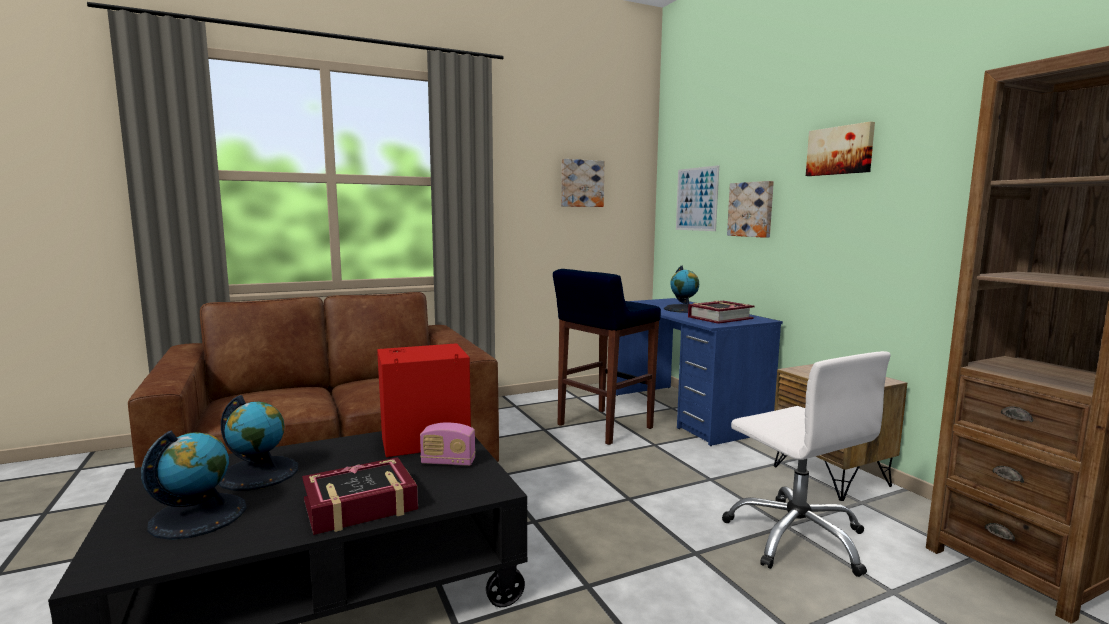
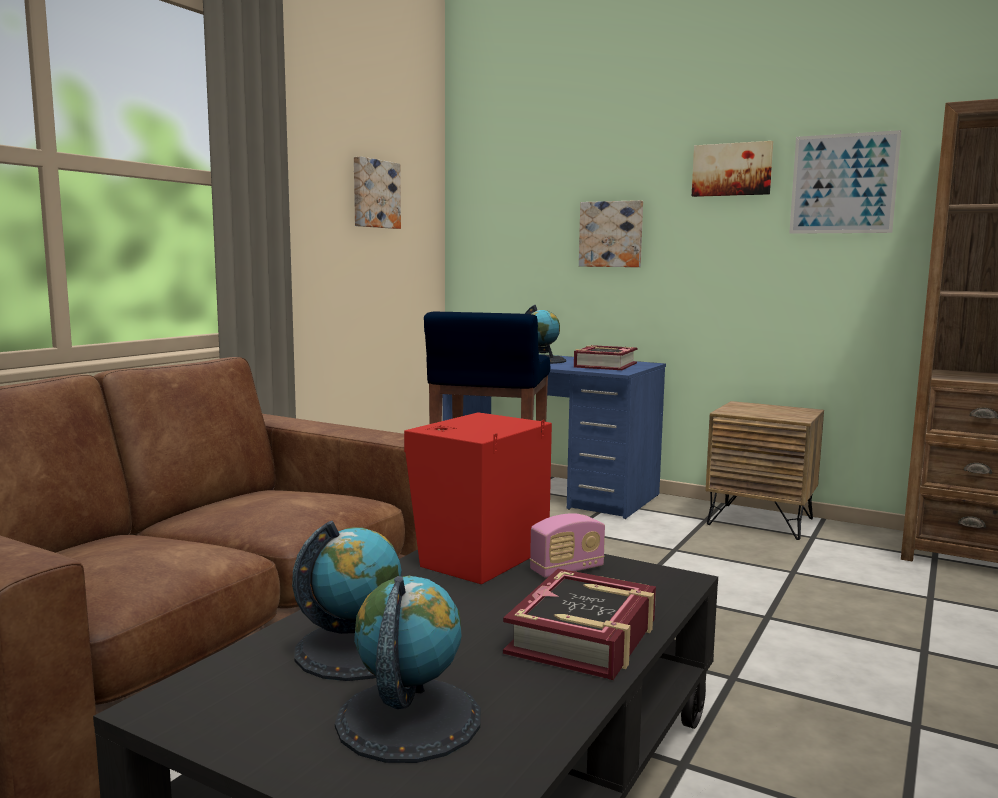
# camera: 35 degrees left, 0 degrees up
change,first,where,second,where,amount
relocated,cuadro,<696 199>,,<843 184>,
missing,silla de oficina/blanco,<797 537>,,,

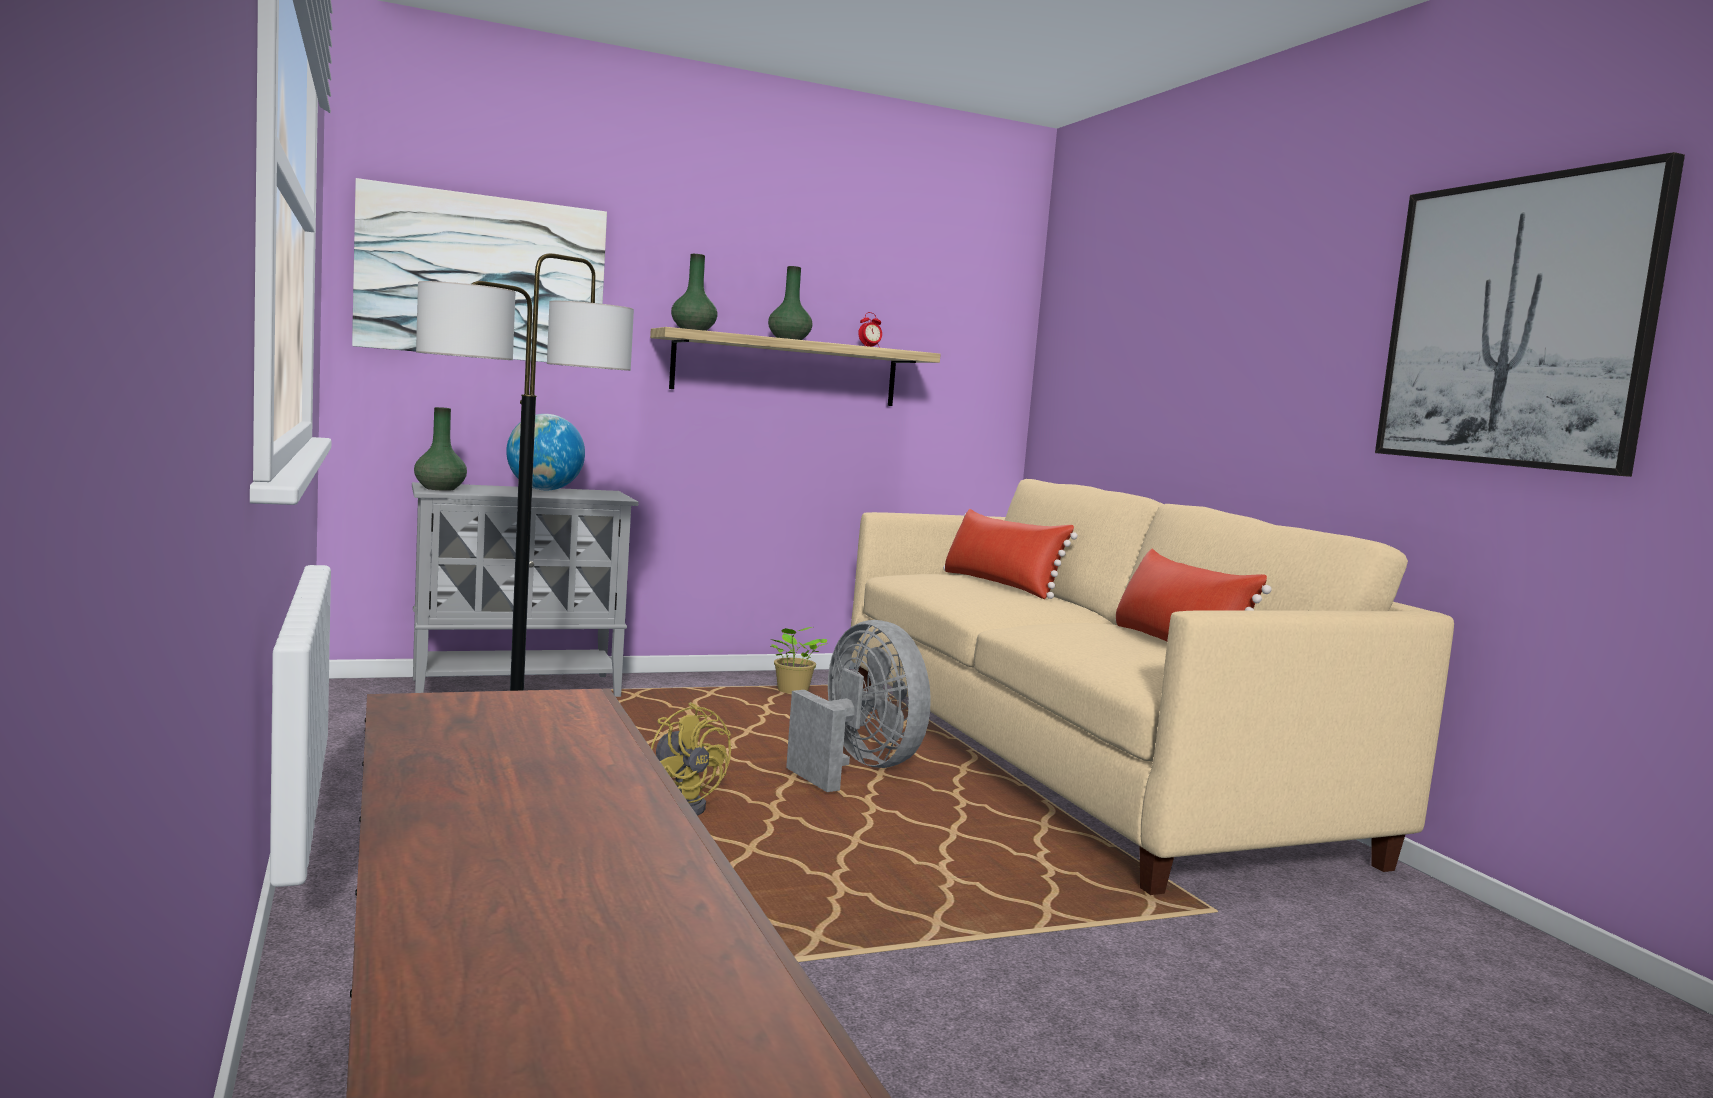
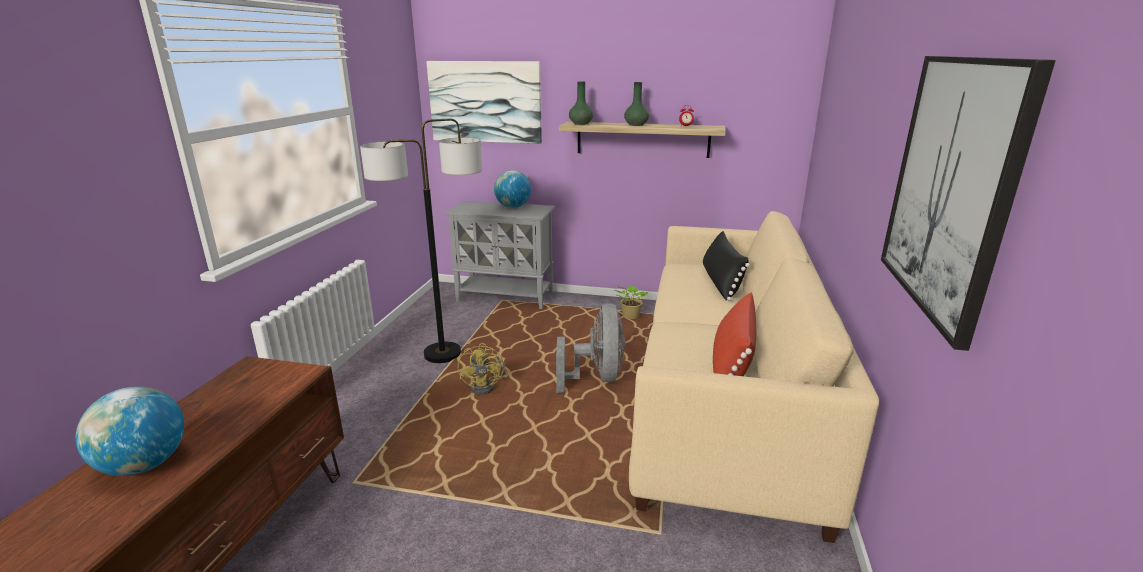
# camera: 35 degrees right, 15 degrees up
change,first,where,second,where,amount
missing,florero/verde,<439 489>,,,
colour,cojín/rojo,<1000 585>,cojín/negro,<721 282>,
appeared,,,globo terráqueo,<144 465>,

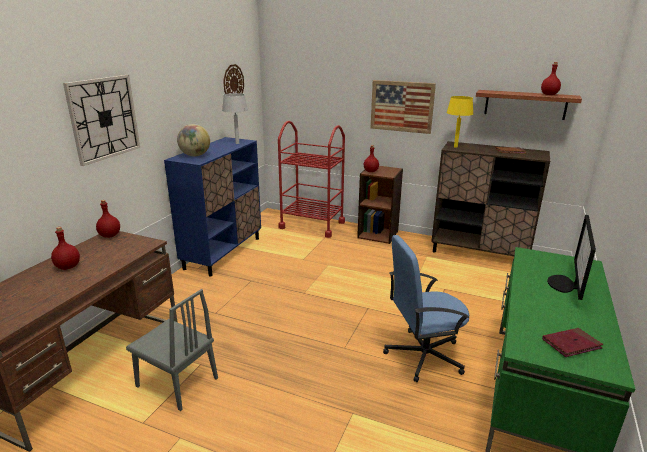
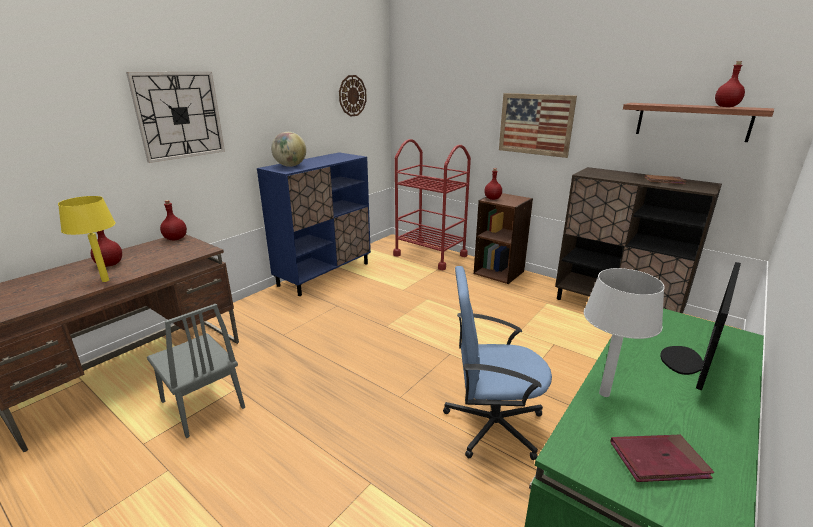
# camera: 15 degrees right, 0 degrees up
change,first,where,second,where,amount
relocated,lámpara de mesa/gris,<237 143>,,<604 394>,
relocated,lámpara de mesa/amarillo,<455 147>,,<106 280>,

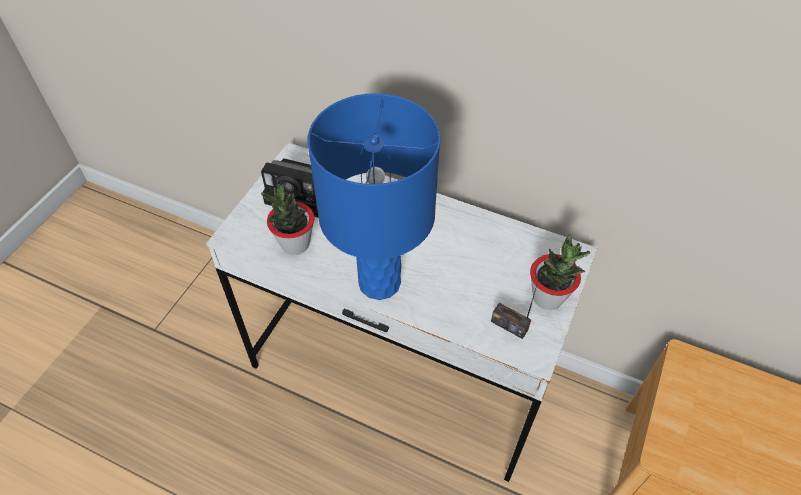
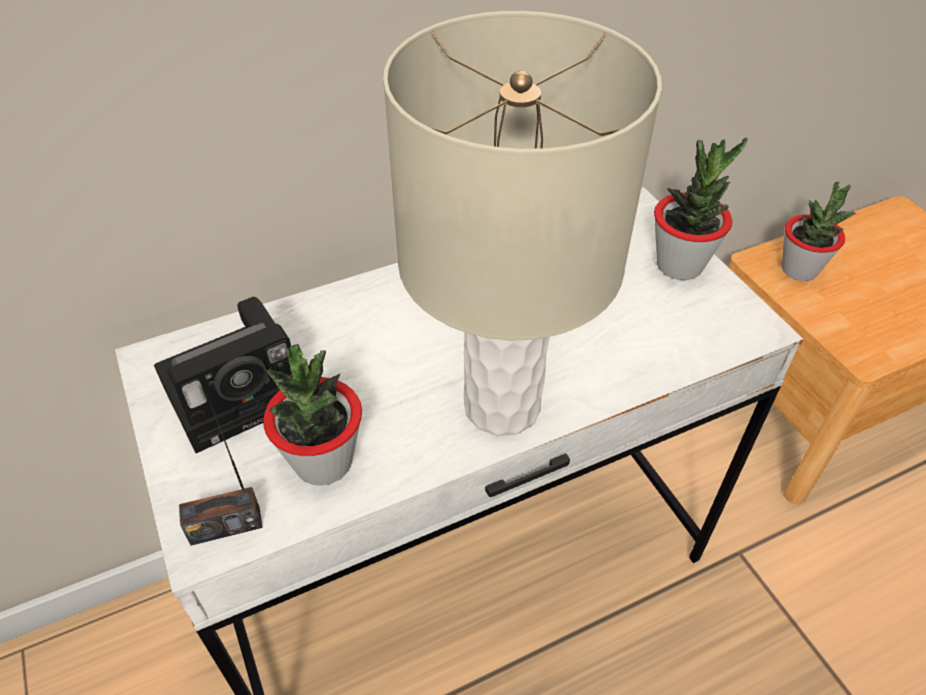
# camera: 50 degrees left, 5 degrees down
change,first,where,second,where,amount
colour,lámpara de mesa/azul,<380 282>,lámpara de mesa/beis,<502 404>,
relocated,radio,<509 325>,,<225 525>,
appeared,,,planta en maceta,<799 270>,

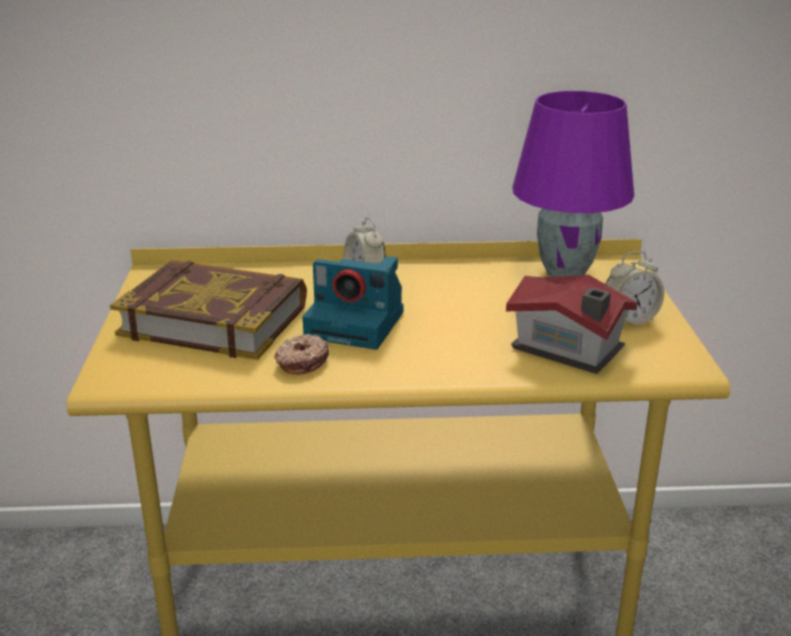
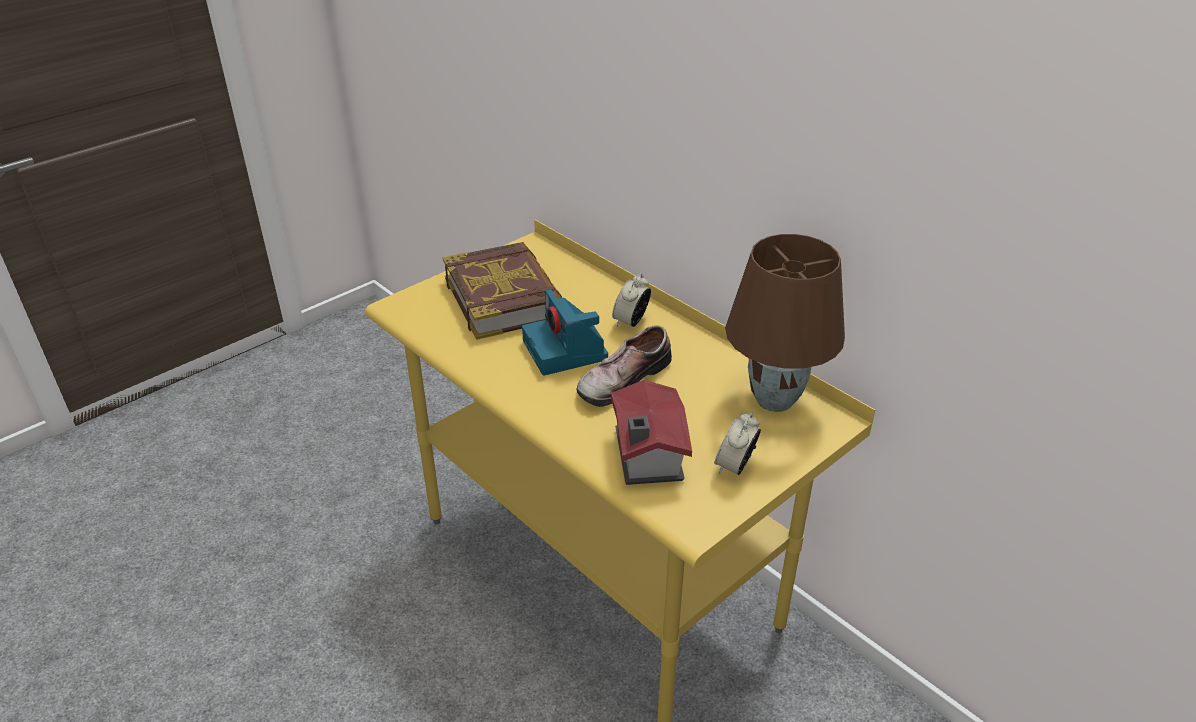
# camera: 50 degrees right, 10 degrees up
change,first,where,second,where,amount
missing,rosquilla,<301 362>,,,
colour,lámpara de mesa/morado,<565 272>,lámpara de mesa/marrón,<776 400>,
spun,despertador,<630 320>,,<735 466>,90 degrees clockwise
appeared,,,zapato,<621 378>,

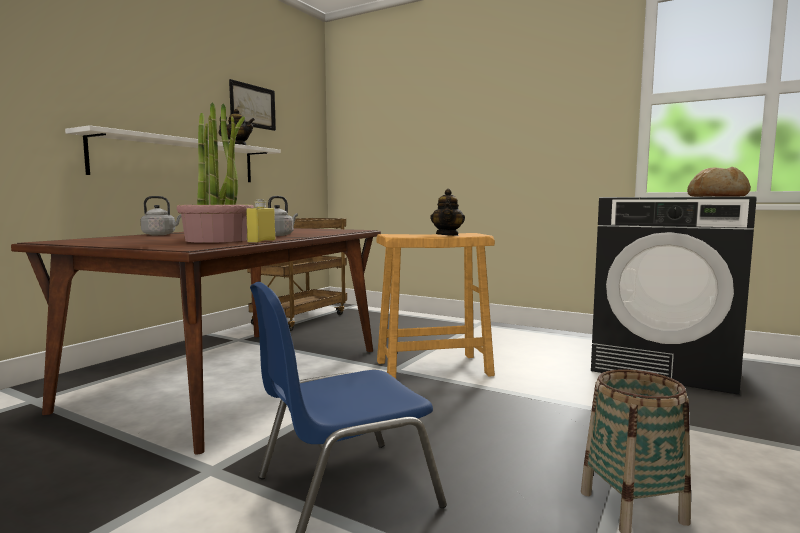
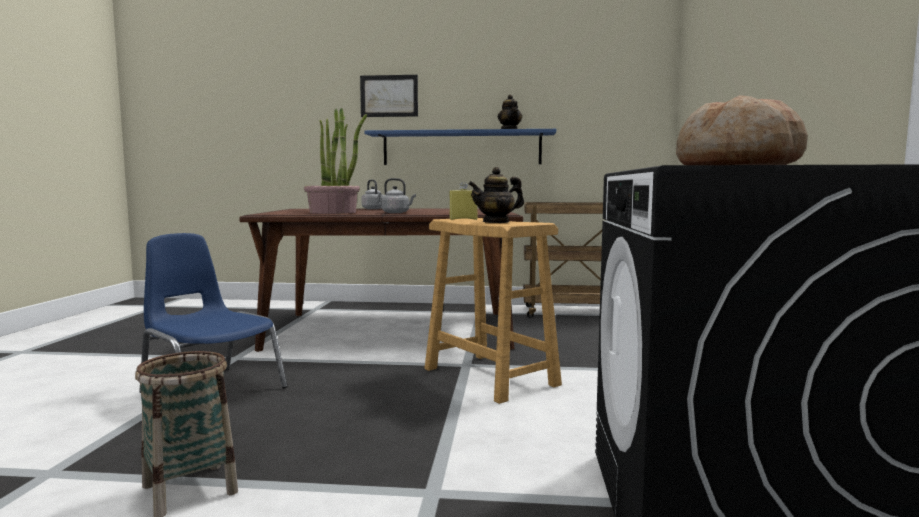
# camera: 65 degrees right, 0 degrees up
change,first,where,second,where,amount
colour,estante/blanco,<179 160>,estante/azul,<461 148>,
relocated,cuadro,<253 106>,,<389 96>,
relocated,botella/amarillo,<261 241>,,<463 219>,

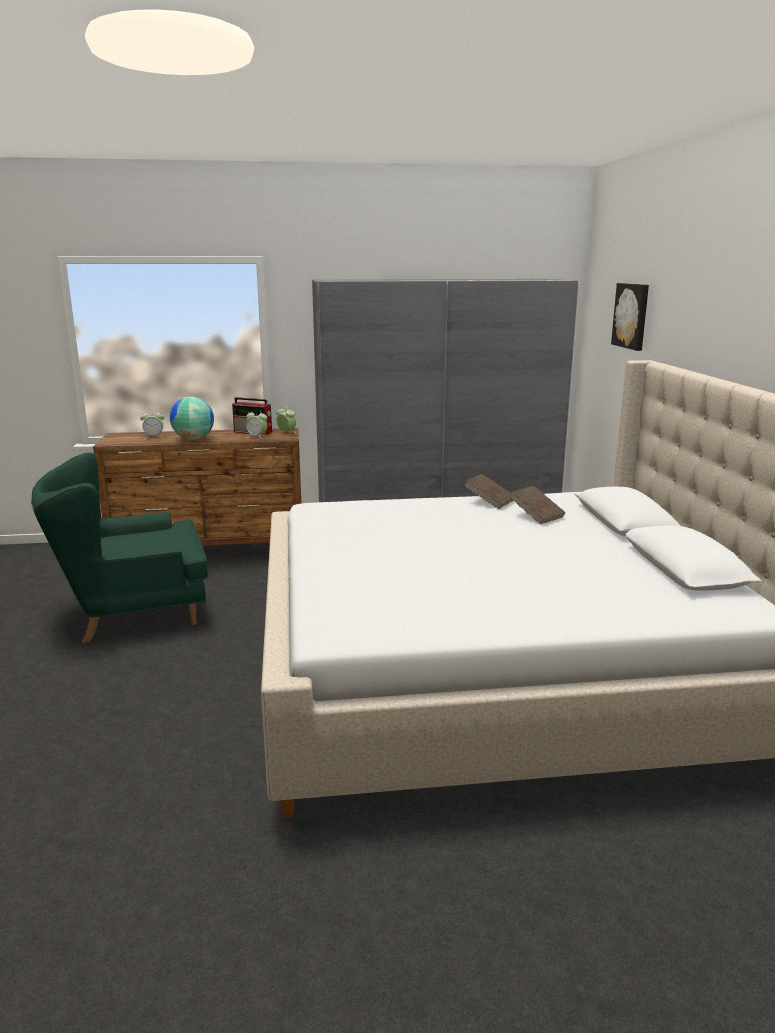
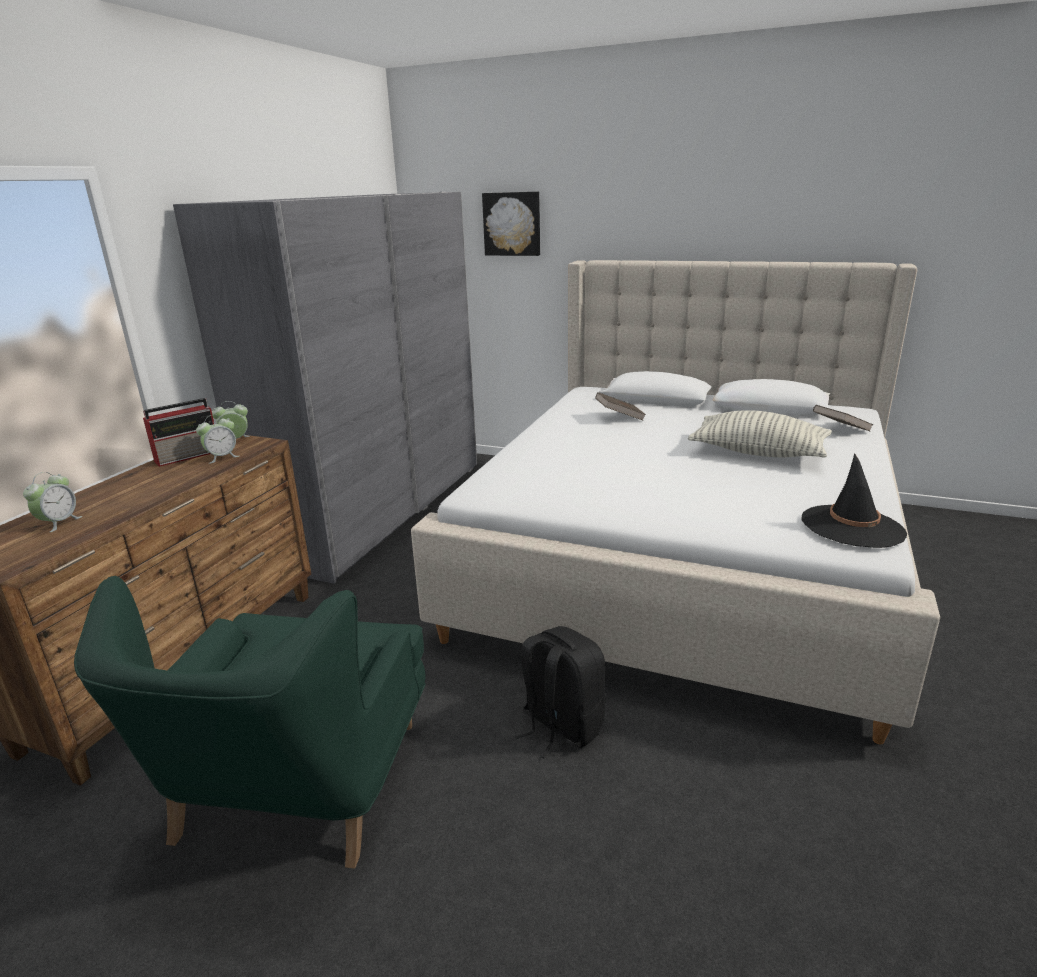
# camera: 60 degrees left, 5 degrees up
change,first,where,second,where,amount
missing,globo terráqueo,<193 439>,,,
relocated,libro/marrón,<489 502>,,<840 430>,
appeared,,,mochila/negro,<560 726>,
appeared,,,cojín,<758 453>,
appeared,,,sombrero/negro,<852 527>,

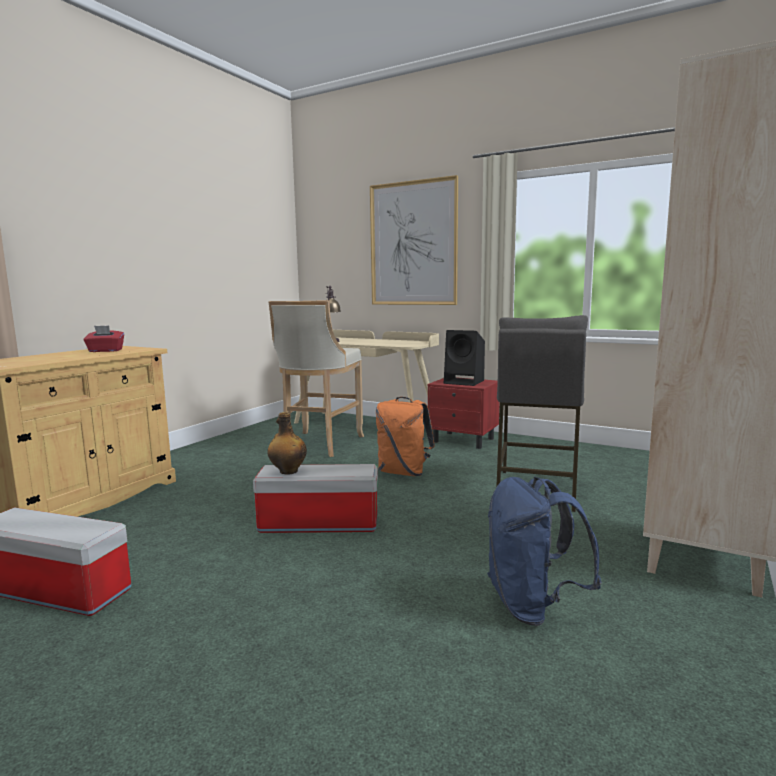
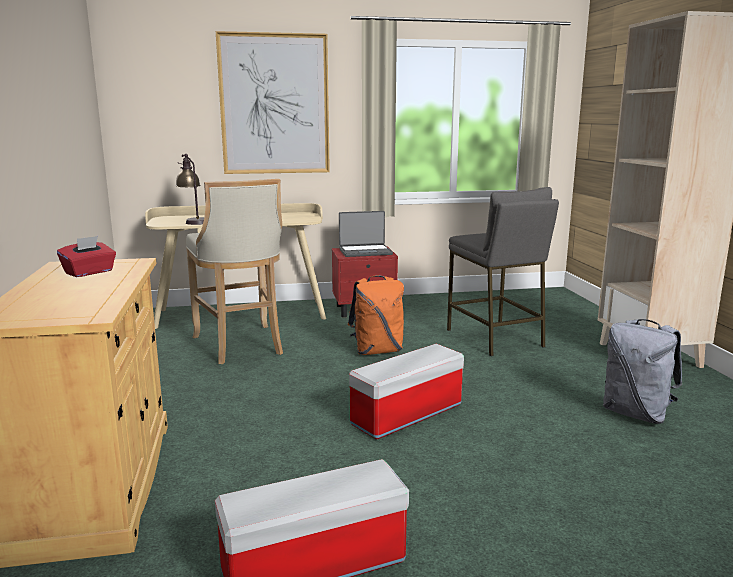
# camera: 40 degrees left, 5 degrees up
change,first,where,second,where,amount
missing,botella,<288 471>,,,
exchanged,altavoz/negro,<465 382>,portátil,<365 252>,
colour,mochila/azul,<533 606>,mochila/gris,<636 414>,

